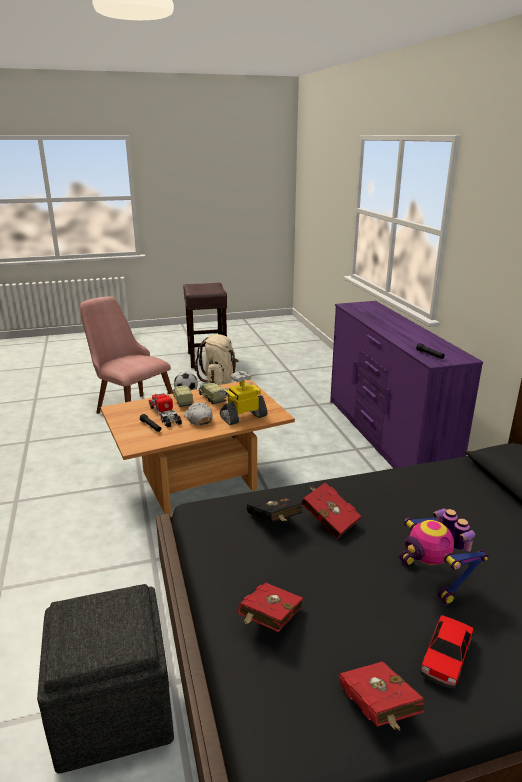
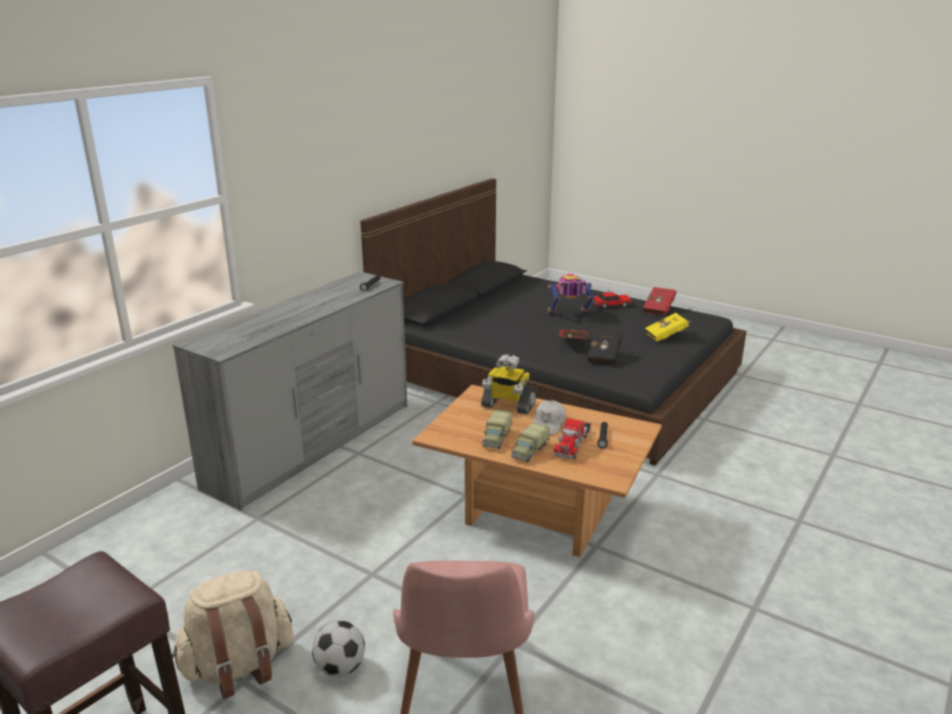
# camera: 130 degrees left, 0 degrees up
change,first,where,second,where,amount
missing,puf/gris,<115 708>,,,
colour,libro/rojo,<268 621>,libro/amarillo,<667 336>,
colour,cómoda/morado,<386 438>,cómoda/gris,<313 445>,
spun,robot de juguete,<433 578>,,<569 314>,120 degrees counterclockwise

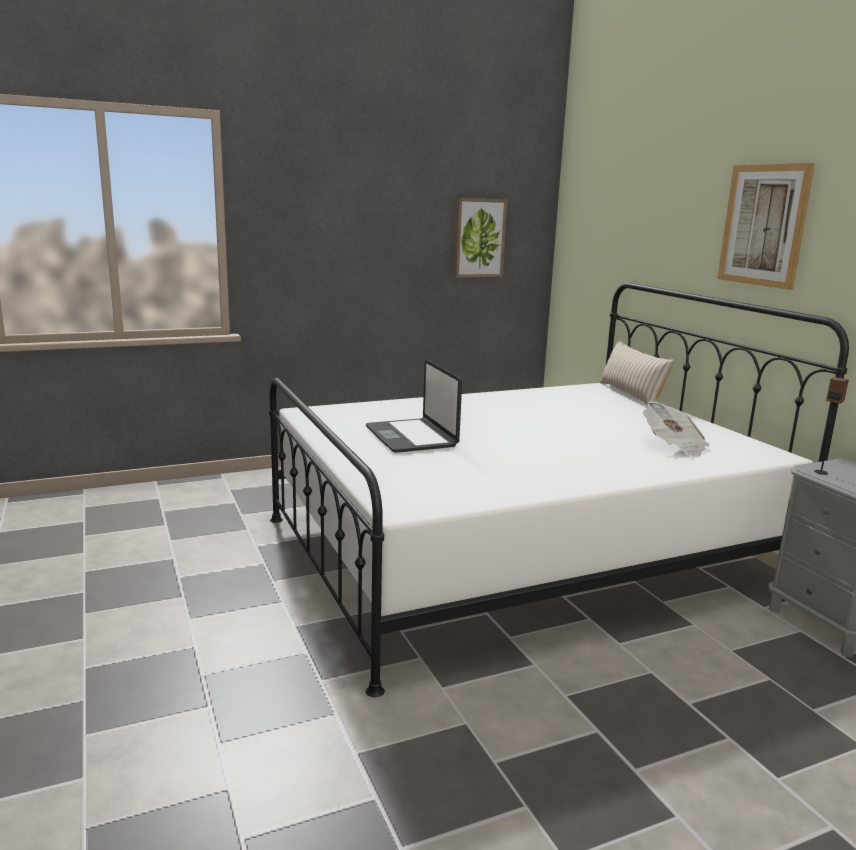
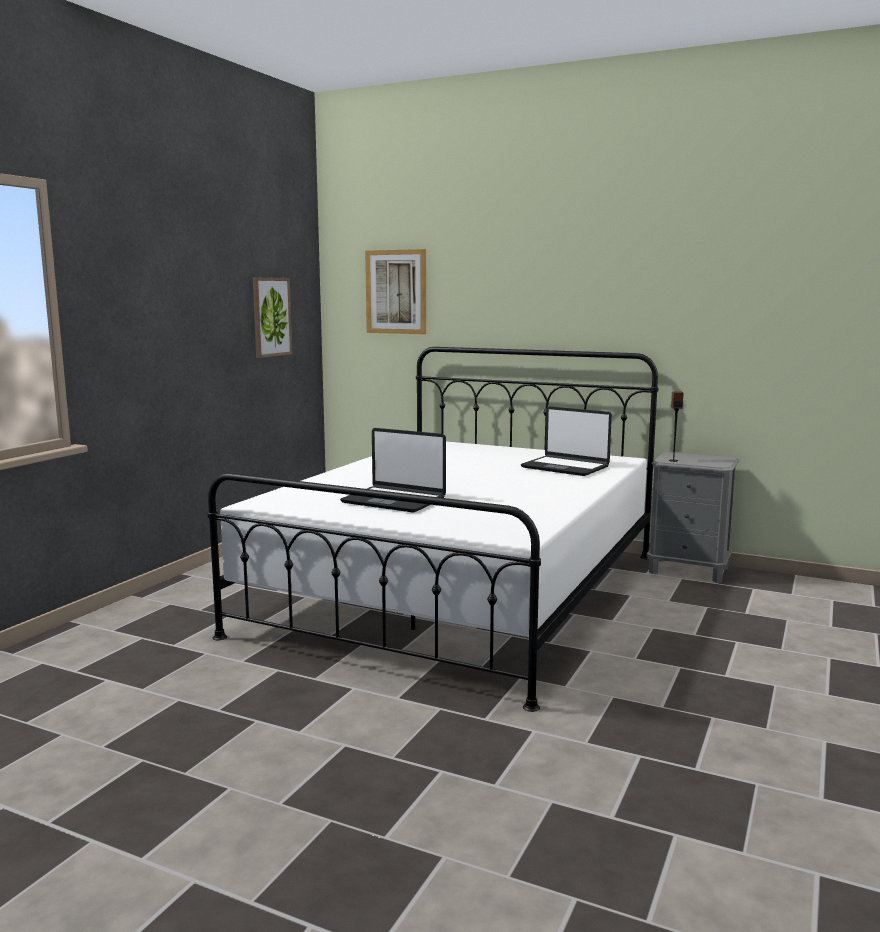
# camera: 40 degrees left, 5 degrees down
change,first,where,second,where,amount
missing,cojín/beis,<631 395>,,,
exchanged,periódico,<674 446>,portátil,<565 467>,
relocated,cuadro,<763 225>,,<396 292>,

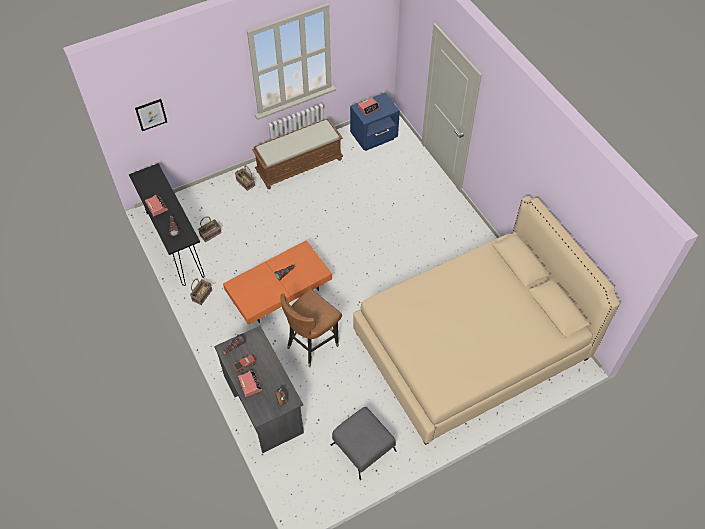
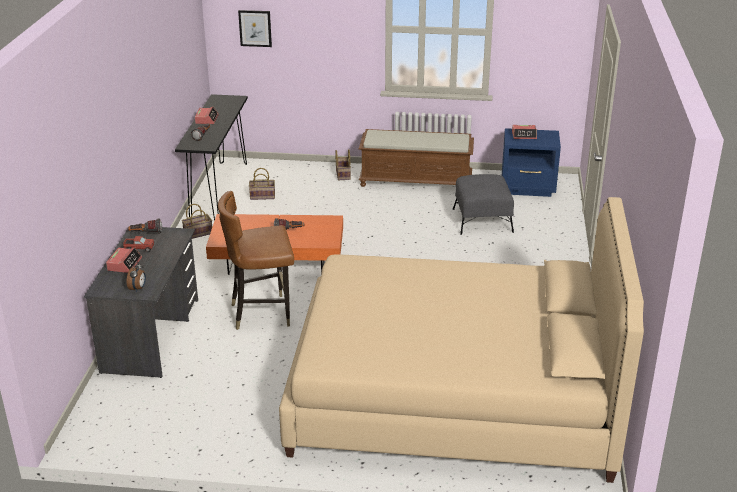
# camera: 35 degrees right, 25 degrees down
change,first,where,second,where,amount
relocated,puf/gris,<363 447>,,<482 220>,

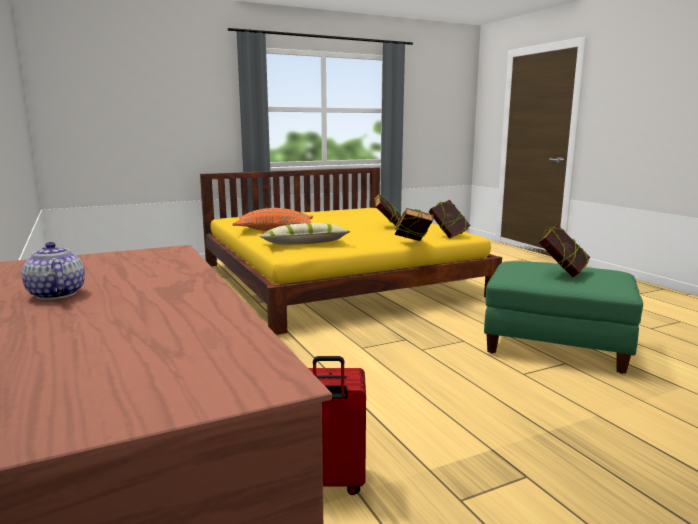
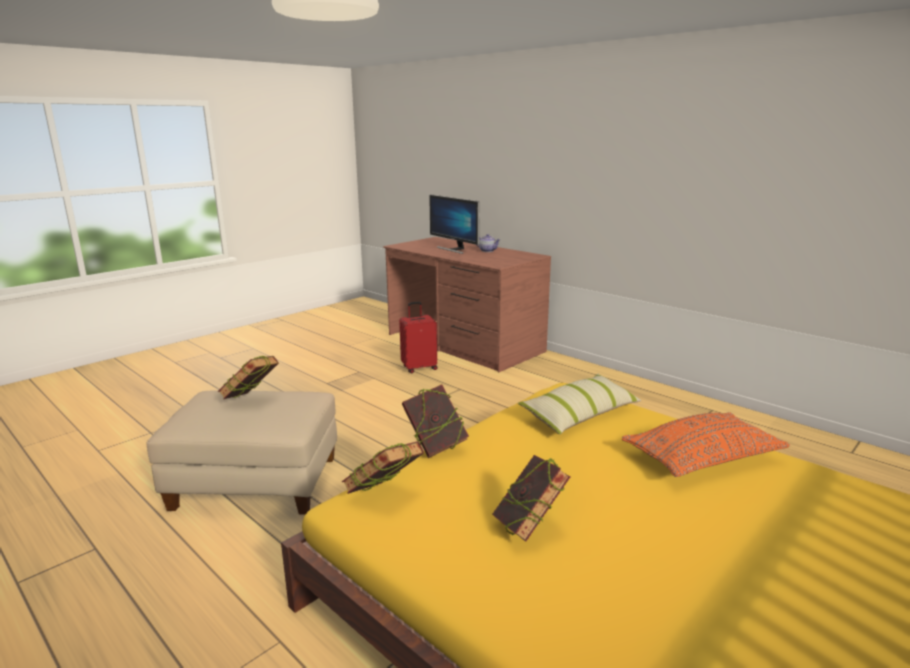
# camera: 160 degrees right, 5 degrees up
change,first,where,second,where,amount
colour,puf/verde,<556 346>,puf/beis,<255 484>,
appeared,,,monitor,<454 249>,

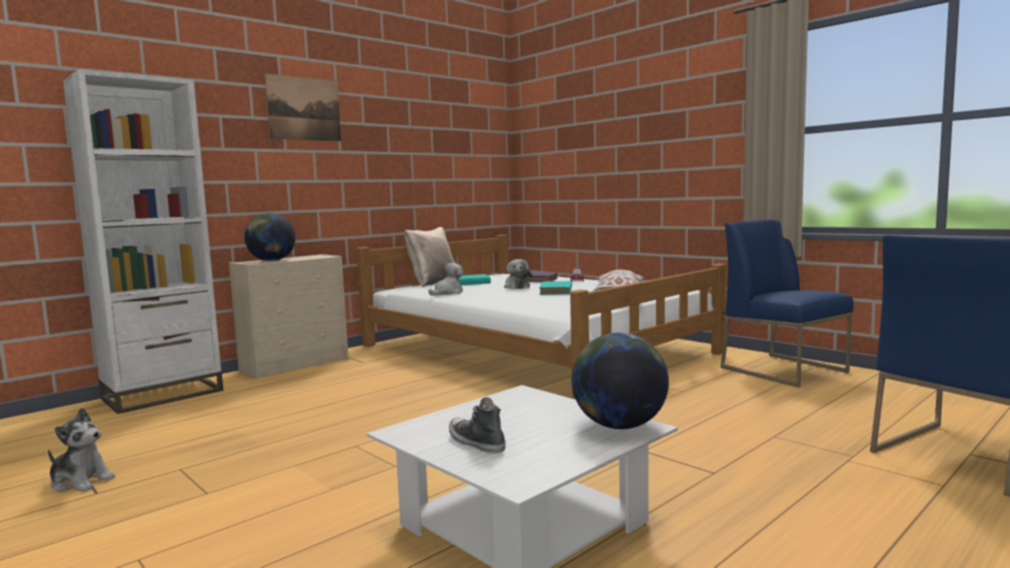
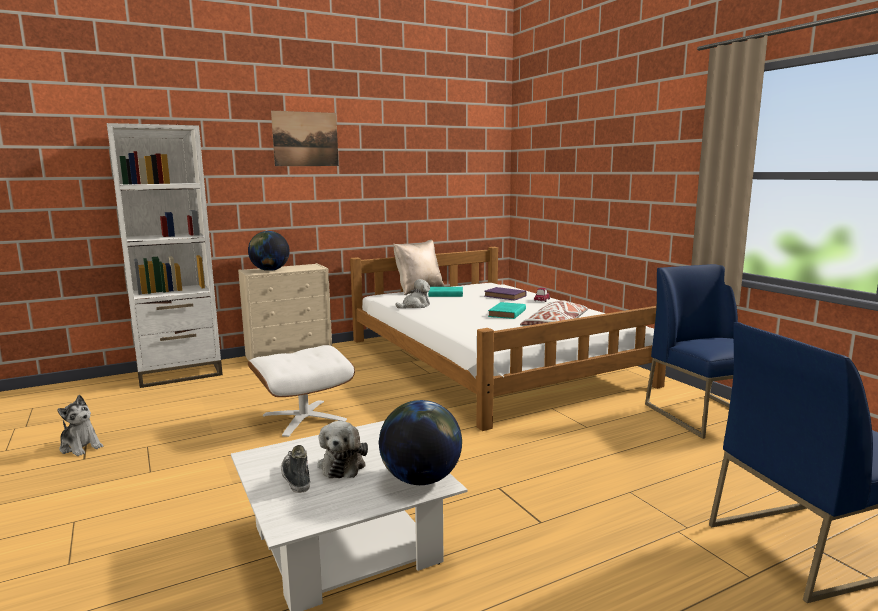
# camera: 15 degrees right, 5 degrees up
change,first,where,second,where,amount
relocated,peluche,<516 287>,,<343 464>,
appeared,,,puf/blanco,<304 417>,

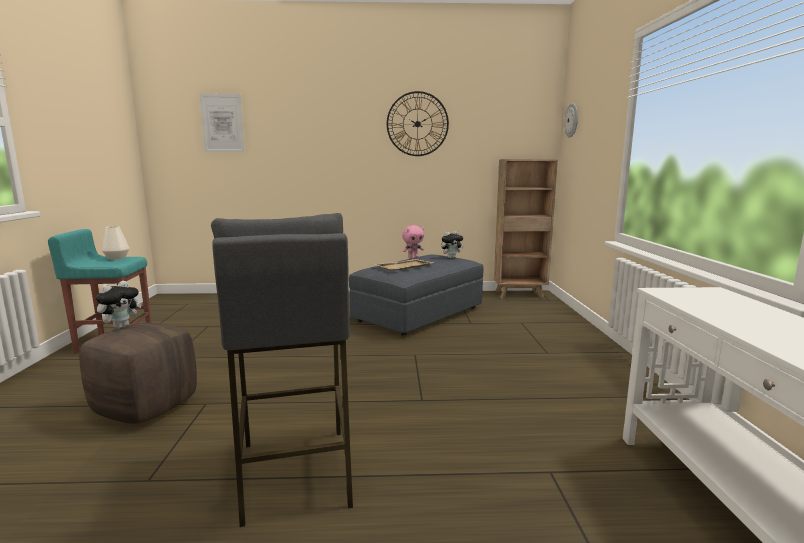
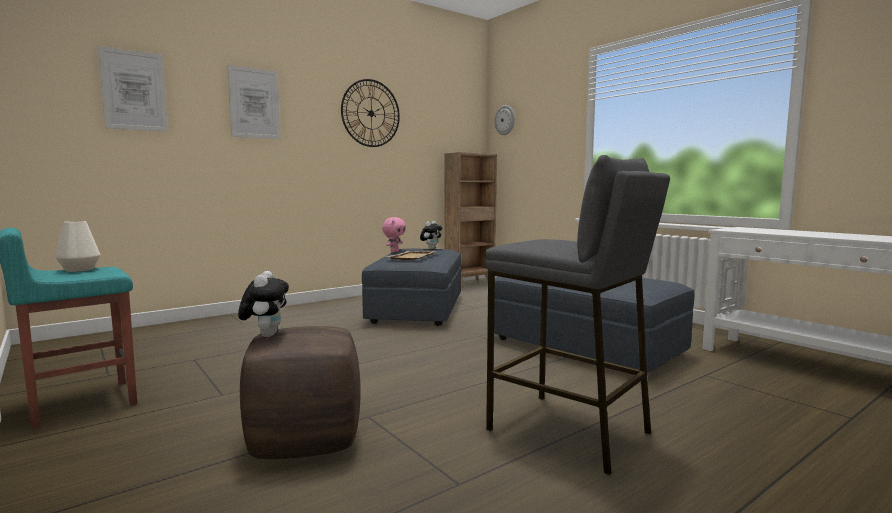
# camera: 35 degrees left, 5 degrees down
change,first,where,second,where,amount
appeared,,,cuadro,<254 103>,
appeared,,,puf/gris,<584 346>,

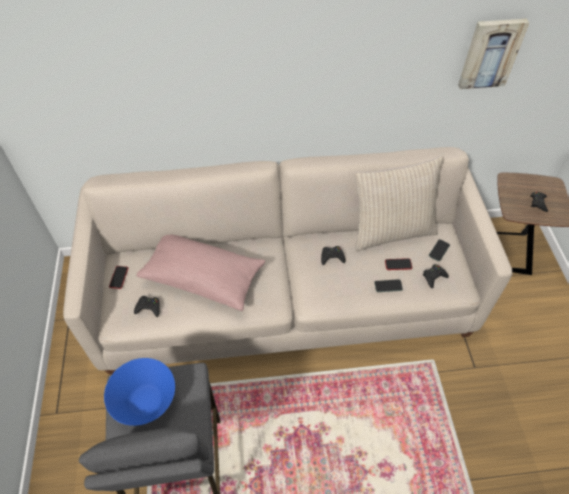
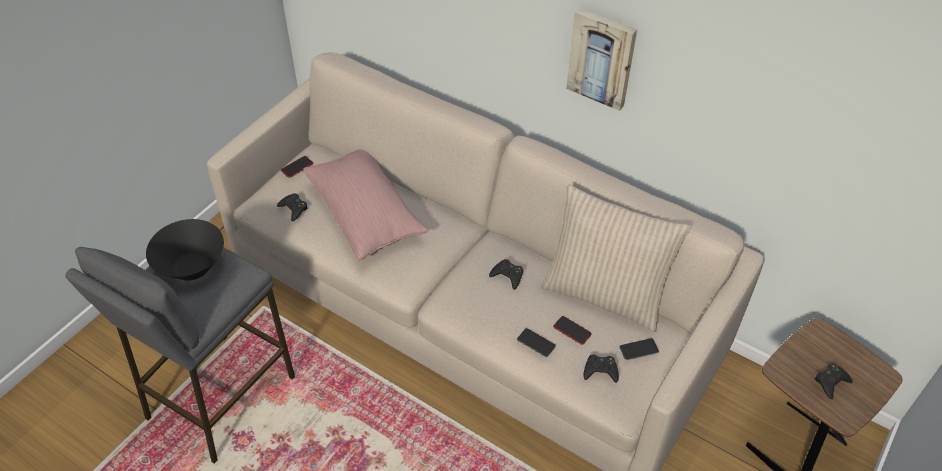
# camera: 40 degrees right, 5 degrees down
change,first,where,second,where,amount
colour,cuenco/azul,<145 401>,cuenco/negro,<192 267>,
relocated,cuadro,<490 53>,,<602 58>,

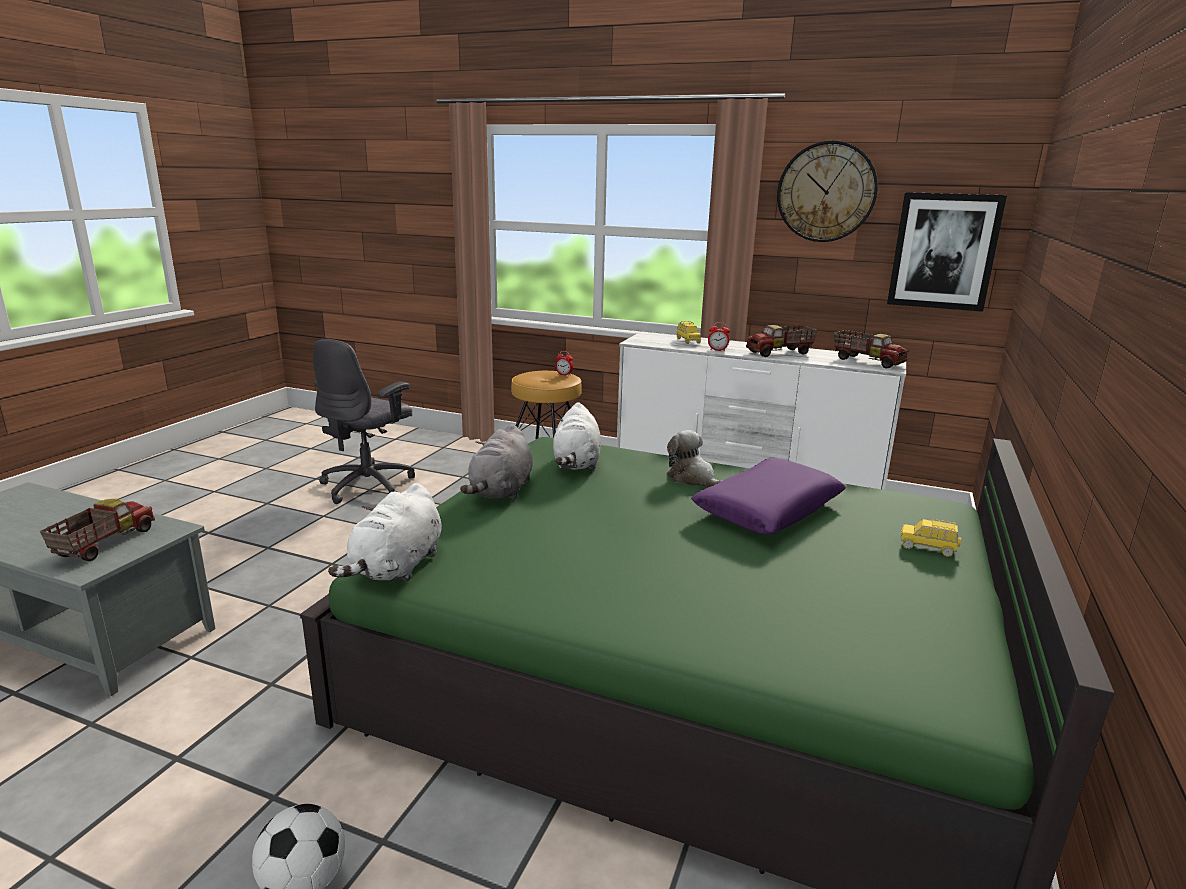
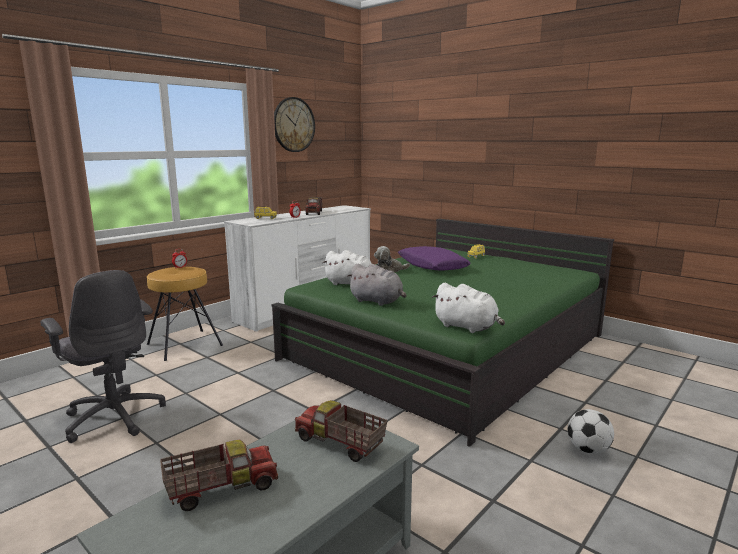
# camera: 70 degrees left, 5 degrees down
change,first,where,second,where,amount
relocated,camión de juguete,<867 361>,,<221 488>,
missing,cuadro,<943 251>,,,

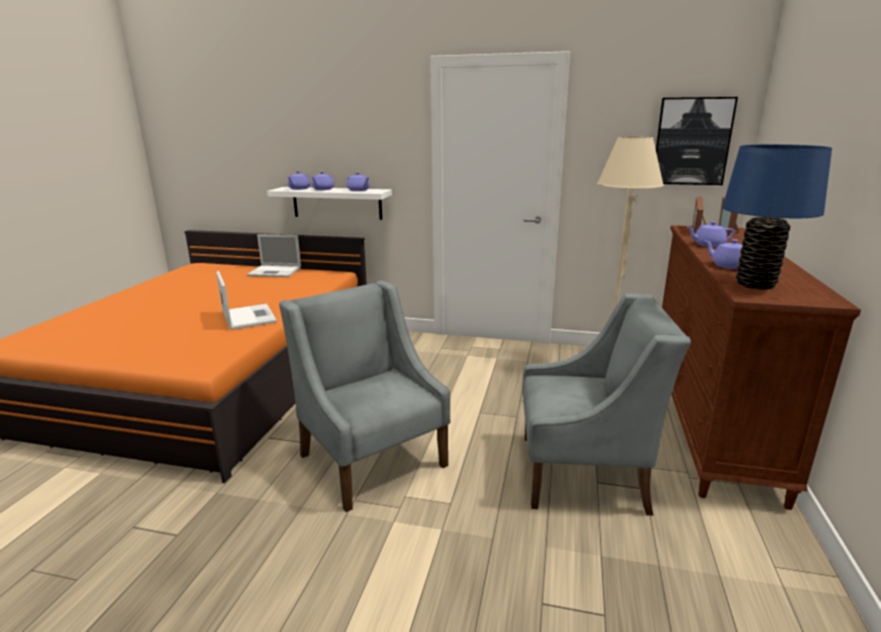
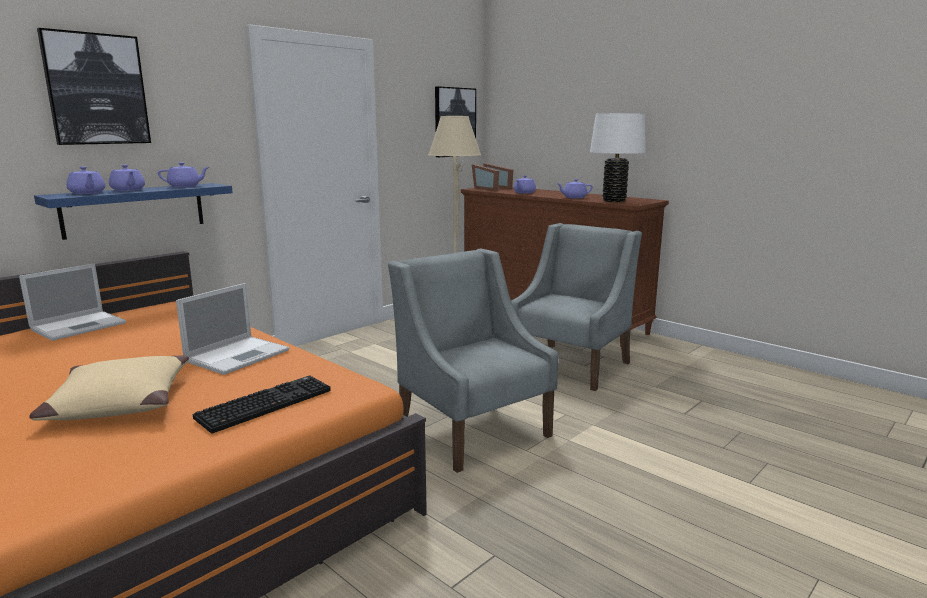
# camera: 60 degrees left, 5 degrees down
change,first,where,second,where,amount
spun,portátil,<248 317>,,<239 355>,120 degrees clockwise
colour,estante/blanco,<337 203>,estante/azul,<134 210>,
spun,sillón/gris,<372 459>,,<472 430>,60 degrees clockwise
colour,lámpara de mesa/azul,<755 284>,lámpara de mesa/blanco,<614 200>,
appeared,,,cojín/beis,<119 402>,
appeared,,,cuadro,<96 89>,
appeared,,,teclado,<265 403>,

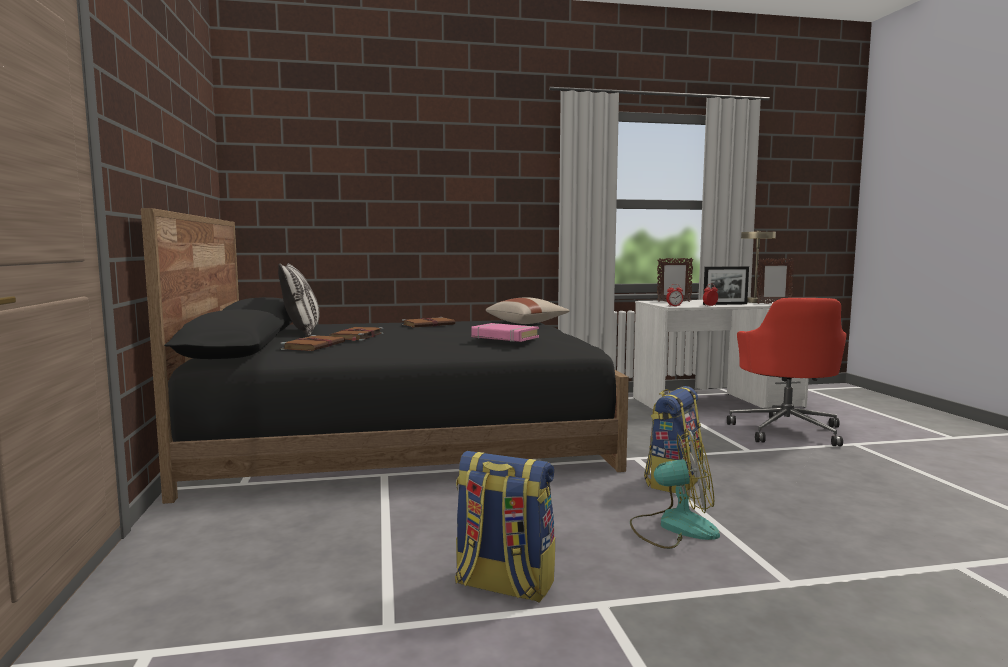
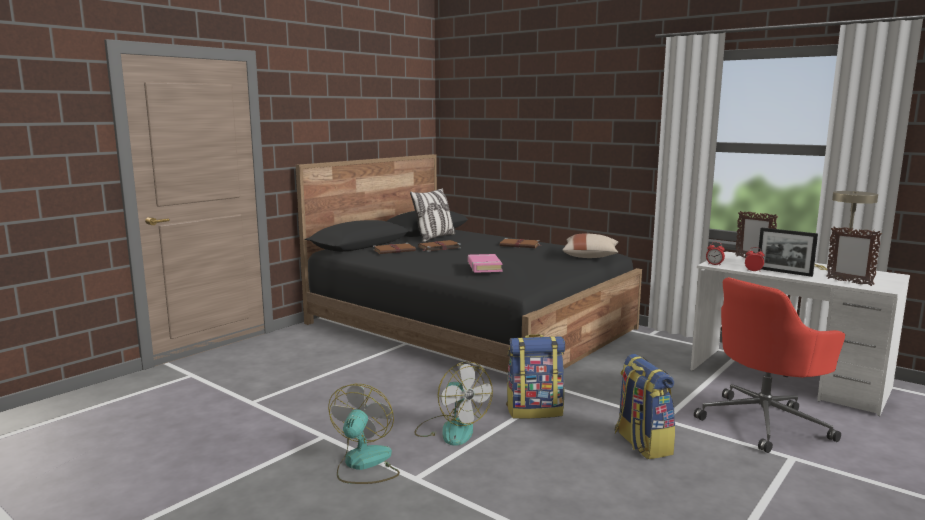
# camera: 50 degrees right, 5 degrees up
change,first,where,second,where,amount
relocated,mochila,<503 585>,,<641 444>,
appeared,,,ventilador,<364 464>,

